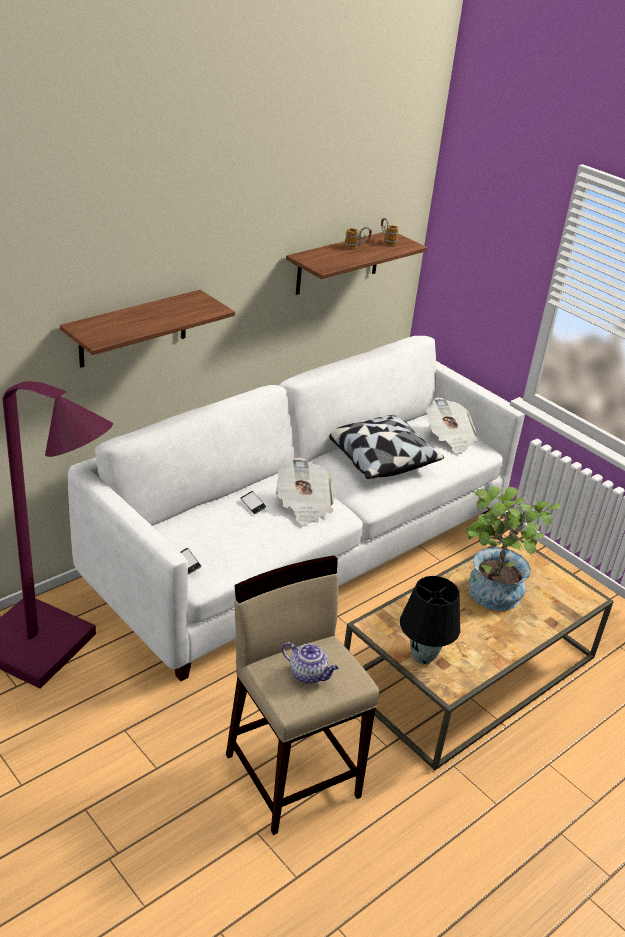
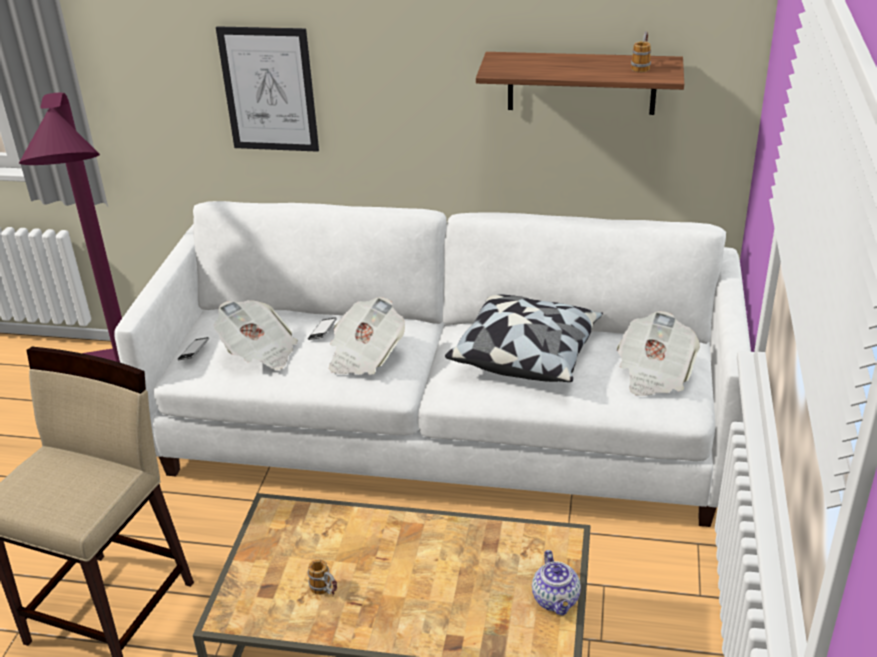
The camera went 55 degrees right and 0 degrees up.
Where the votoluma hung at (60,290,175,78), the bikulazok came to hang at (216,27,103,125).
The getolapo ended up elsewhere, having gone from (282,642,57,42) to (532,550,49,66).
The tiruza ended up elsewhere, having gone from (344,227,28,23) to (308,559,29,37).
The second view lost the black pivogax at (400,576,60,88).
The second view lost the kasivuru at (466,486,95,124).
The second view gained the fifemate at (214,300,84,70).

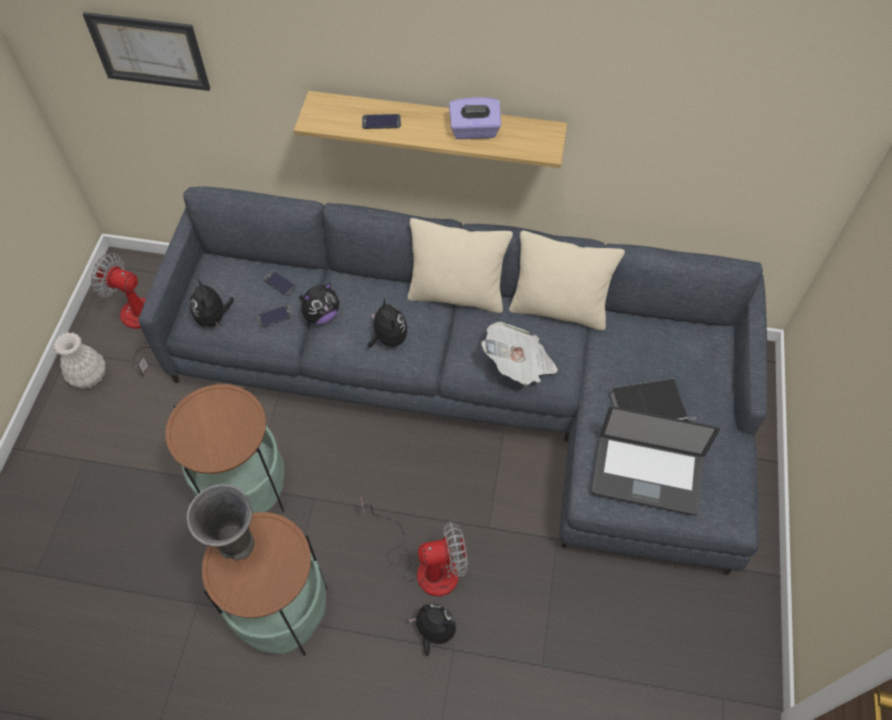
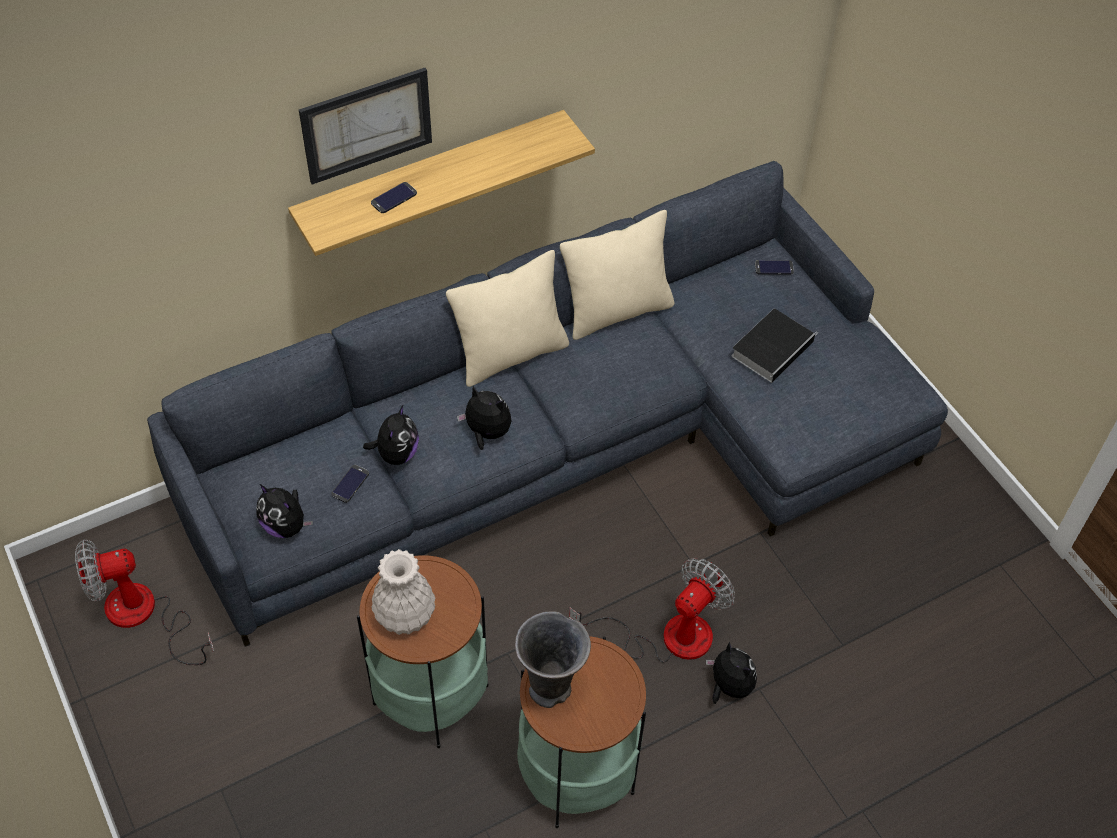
The camera went 40 degrees left and 5 degrees down.
The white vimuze ended up elsewhere, having gone from (54,332,52,57) to (371,549,64,86).
The bikulazok ended up elsewhere, having gone from (82,12,128,79) to (299,68,133,117).
The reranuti ended up elsewhere, having gone from (264,271,32,25) to (755,260,39,15).
The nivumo at (409,603,47,53) ended up facing another way, 60 degrees clockwise from before.
The second view lost the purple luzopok at (449,97,52,42).
The second view lost the fifemate at (481,322,77,63).
The second view lost the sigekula at (591,406,129,110).

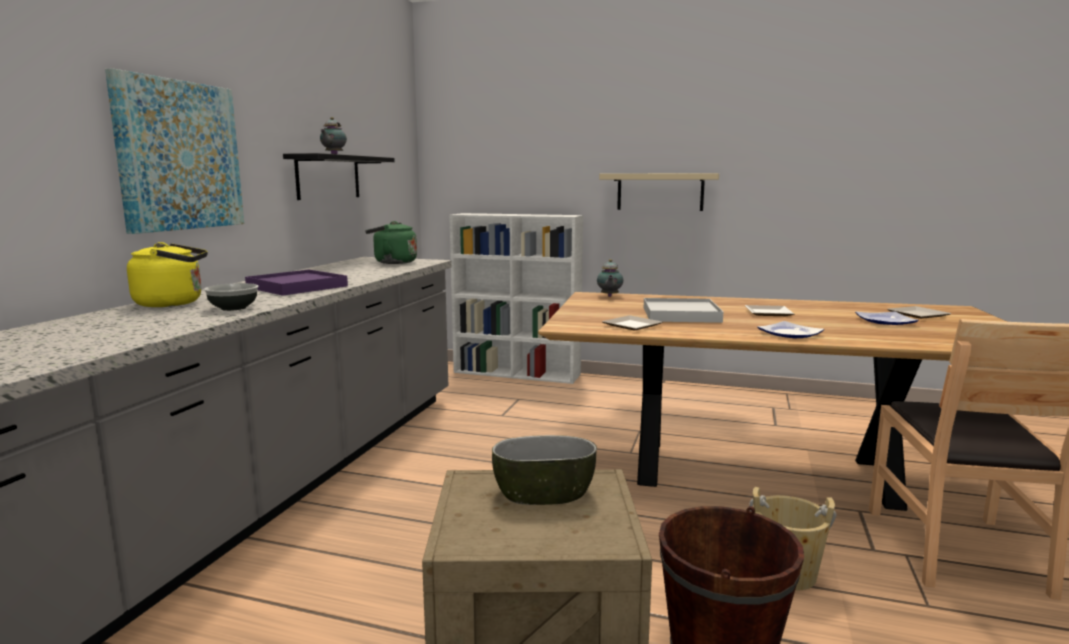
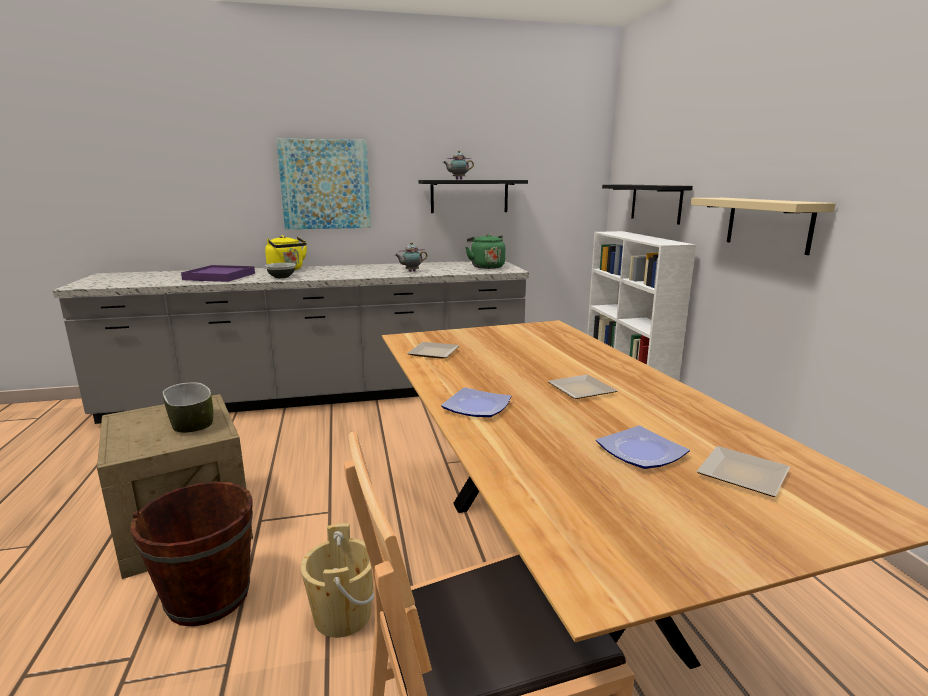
The camera went 60 degrees right and 5 degrees up.
The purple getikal ended up elsewhere, having gone from (245,270,103,26) to (181,265,74,17).
The getolapo ended up elsewhere, having gone from (597,259,26,38) to (395,242,32,30).
The second view lost the white getikal at (644,298,79,25).
The second view gained the black votoluma at (602,185,91,40).

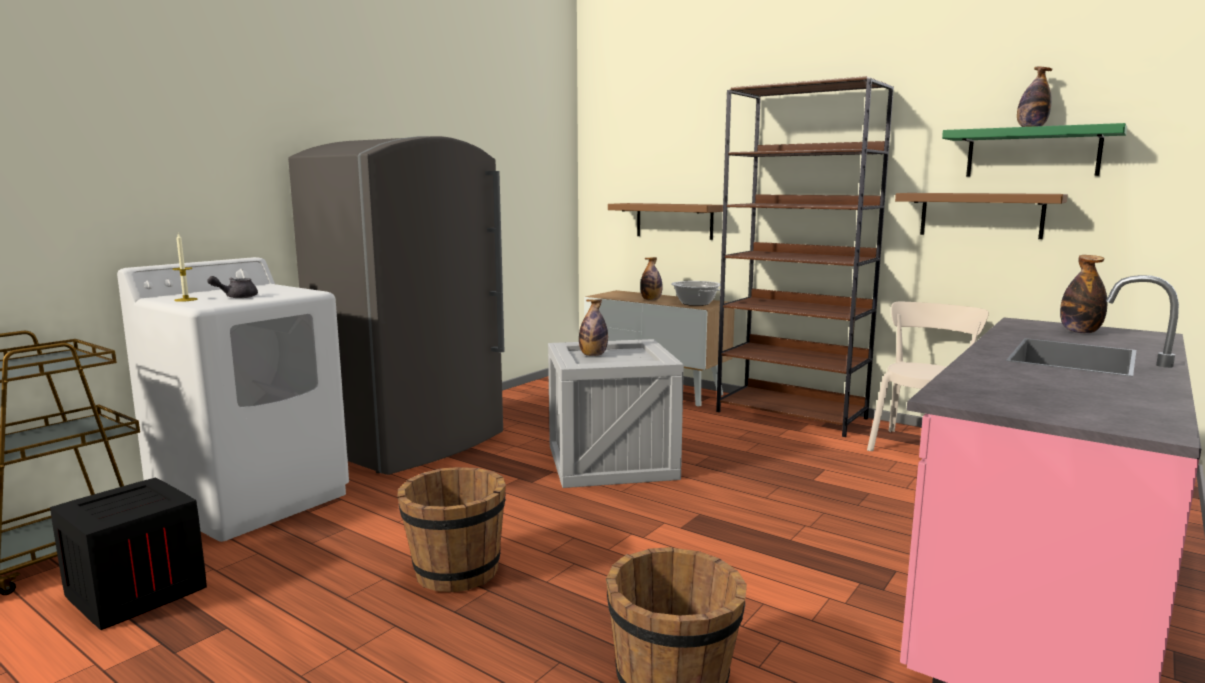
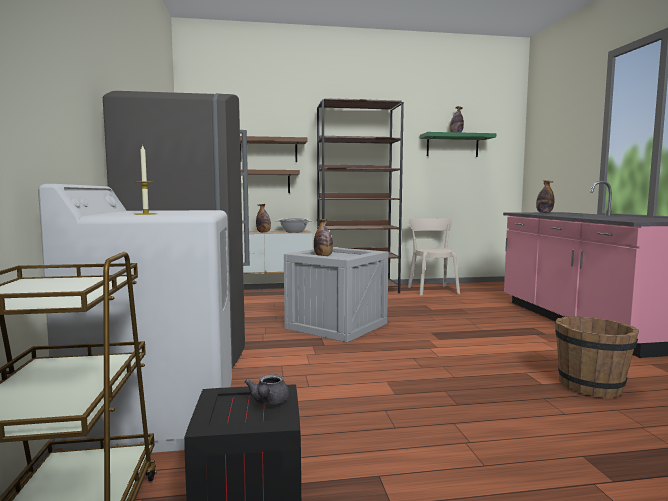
The camera went 45 degrees left and 5 degrees down.
The grey getolapo ended up elsewhere, having gone from (207,276,51,22) to (244,374,46,31).
The second view lost the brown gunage at (397,467,109,125).
The brown votoluma ended up elsewhere, having gone from (895,193,173,46) to (240,136,68,26).

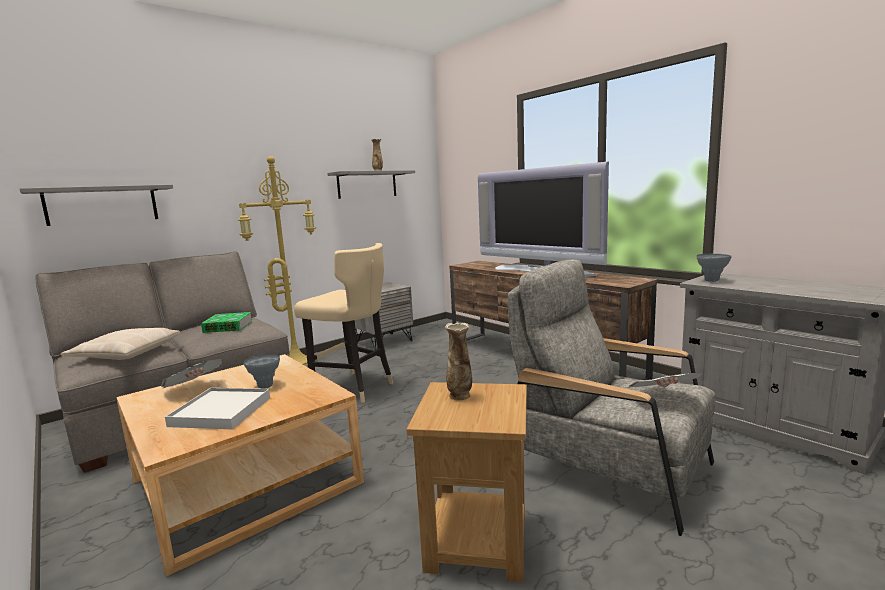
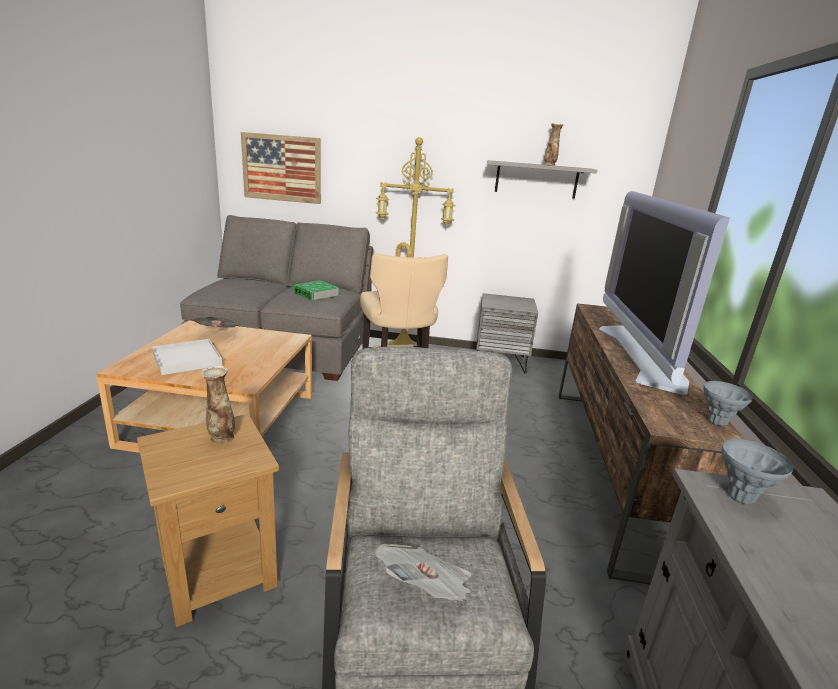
The camera went 45 degrees right and 10 degrees up.
Where the grey votoluma hung at (19,185,154,41), the bikulazok came to hang at (241,132,80,72).
The second view lost the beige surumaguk at (61,328,119,32).
The grey vimuze ended up elsewhere, having gone from (244,354,36,35) to (703,381,50,45).

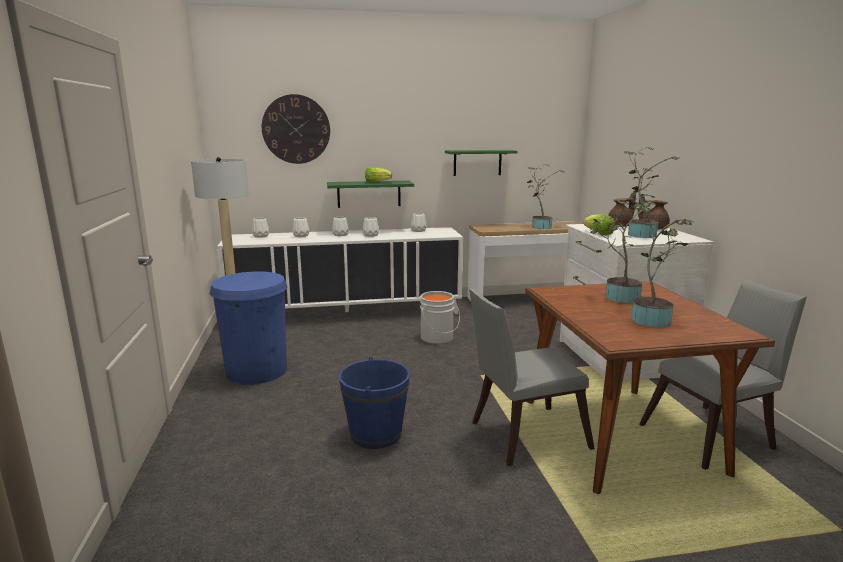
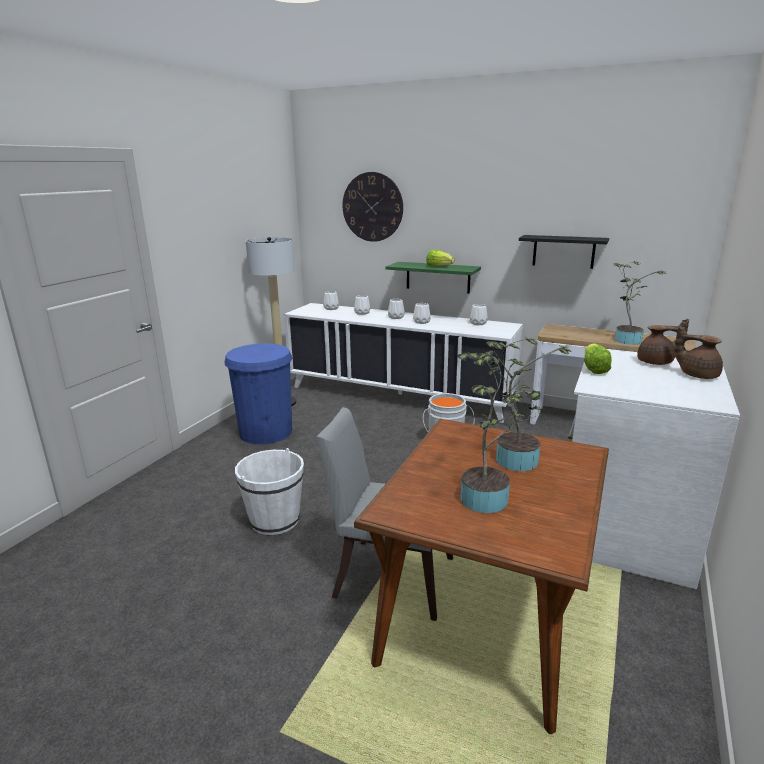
The camera went 35 degrees right and 5 degrees up.
What was the blue gunage at (338,357,72,92) turned into the white gunage at (235,448,69,87).
What was the green votoluma at (445,150,73,26) turned into the black votoluma at (519,235,90,34).
The second view lost the kasivuru at (624,147,57,91).
The second view lost the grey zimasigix at (639,279,168,191).

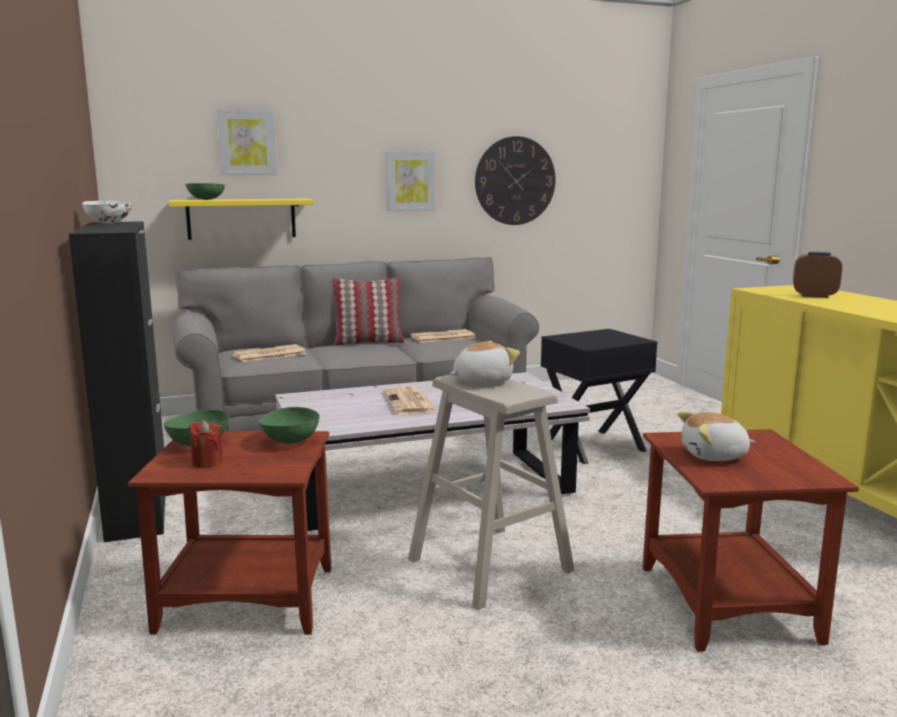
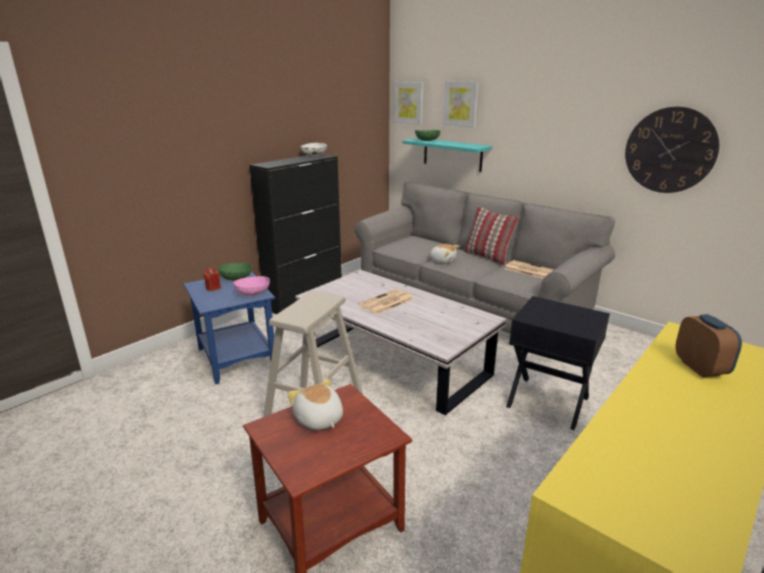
The camera went 60 degrees right and 10 degrees up.
What was the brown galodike at (128,431,203,204) turned into the blue galodike at (184,271,91,114).
What was the yellow votoluma at (169,199,145,41) turned into the turquoise votoluma at (403,138,89,34).
The second view lost the fifemate at (232,344,74,18).
What was the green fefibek at (258,407,62,37) turned into the pink fefibek at (234,276,36,20).
The bikulazok ended up elsewhere, having gone from (386,151,50,60) to (394,82,29,43).
The nivumo ended up elsewhere, having gone from (450,341,70,43) to (429,244,30,20).

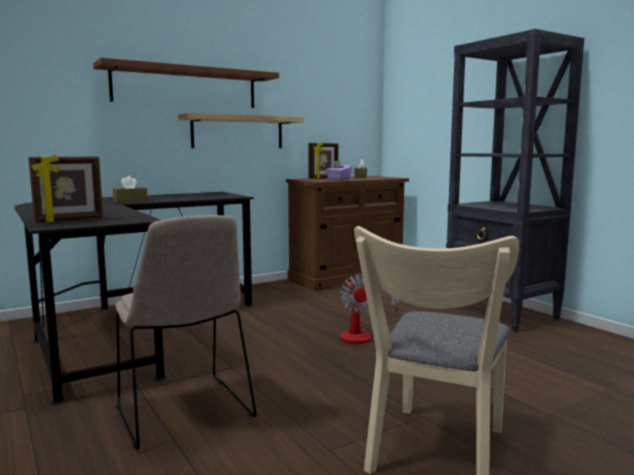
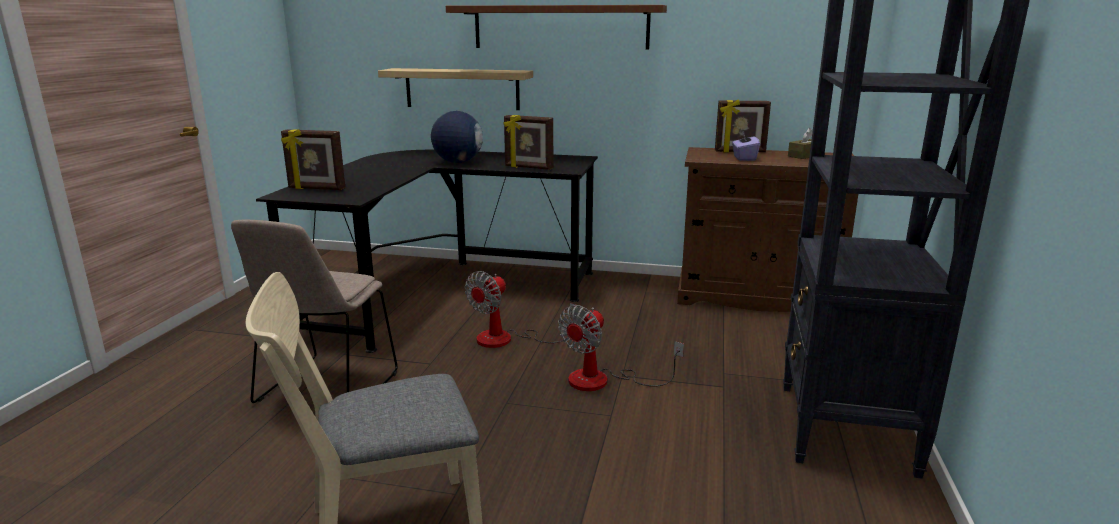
The camera went 45 degrees right and 10 degrees up.
Where the brown luzopok stood at (113,176,35,26), the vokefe came to stand at (431,111,52,52).
The votoluma ended up elsewhere, having gone from (178,113,126,35) to (378,68,155,42).
The second view gained the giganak at (465,271,113,77).
The second view gained the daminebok at (503,115,50,55).

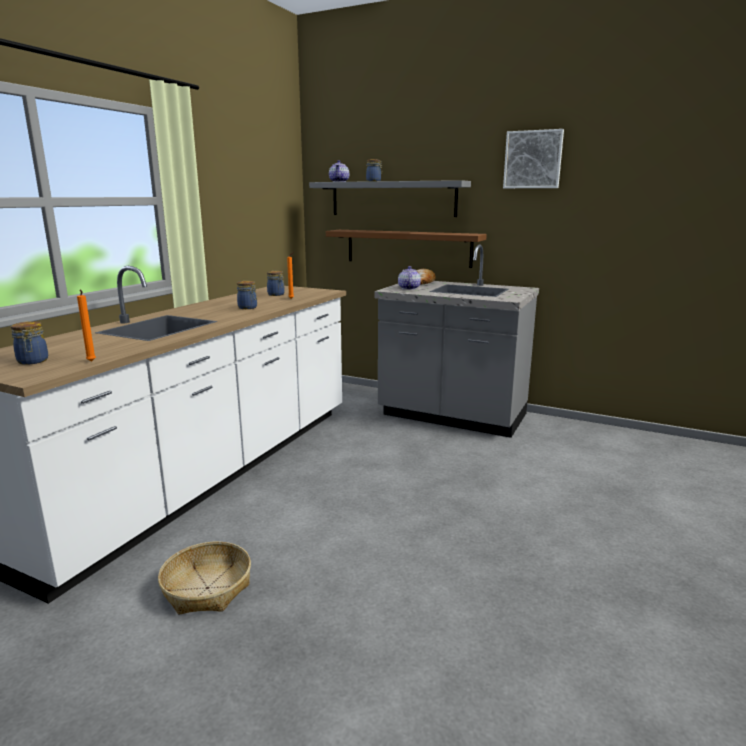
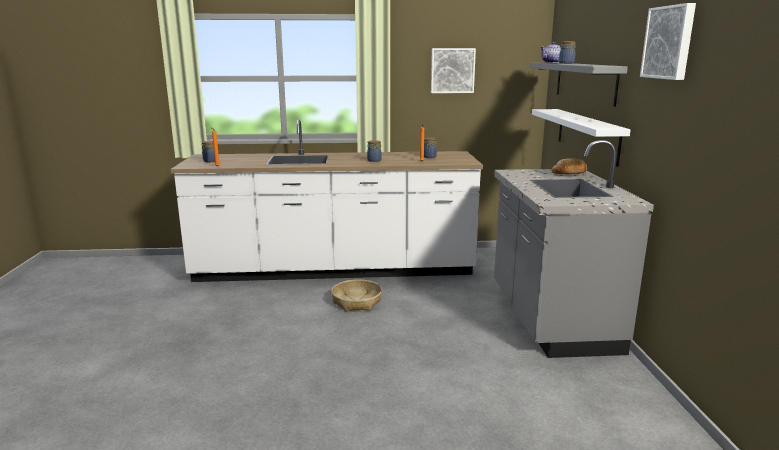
The camera went 60 degrees right and 0 degrees up.
The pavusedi ended up elsewhere, having gone from (158,542,93,73) to (331,279,51,33).
What was the brown votoluma at (326,230,161,38) turned into the white votoluma at (532,109,99,58).
The second view lost the getolapo at (398,266,23,24).
The second view gained the bikulazok at (431,48,45,45).

